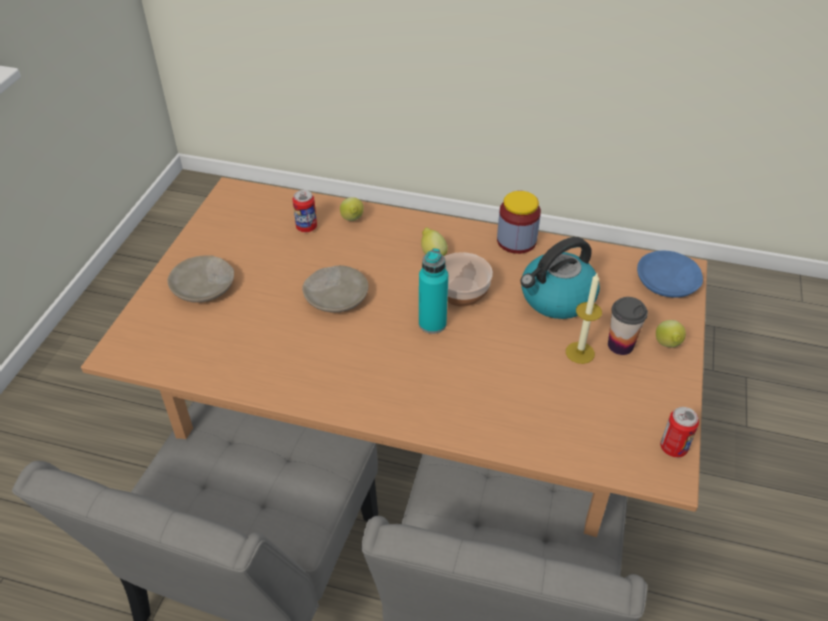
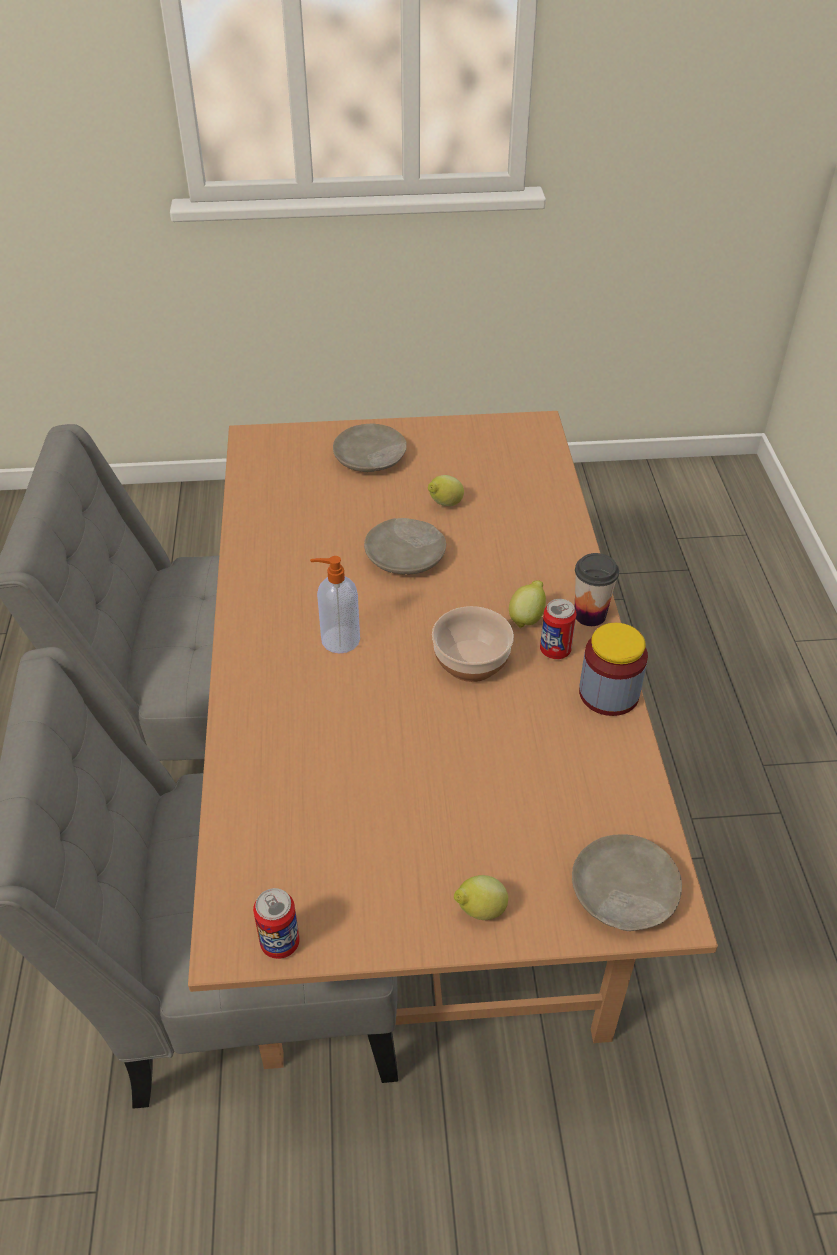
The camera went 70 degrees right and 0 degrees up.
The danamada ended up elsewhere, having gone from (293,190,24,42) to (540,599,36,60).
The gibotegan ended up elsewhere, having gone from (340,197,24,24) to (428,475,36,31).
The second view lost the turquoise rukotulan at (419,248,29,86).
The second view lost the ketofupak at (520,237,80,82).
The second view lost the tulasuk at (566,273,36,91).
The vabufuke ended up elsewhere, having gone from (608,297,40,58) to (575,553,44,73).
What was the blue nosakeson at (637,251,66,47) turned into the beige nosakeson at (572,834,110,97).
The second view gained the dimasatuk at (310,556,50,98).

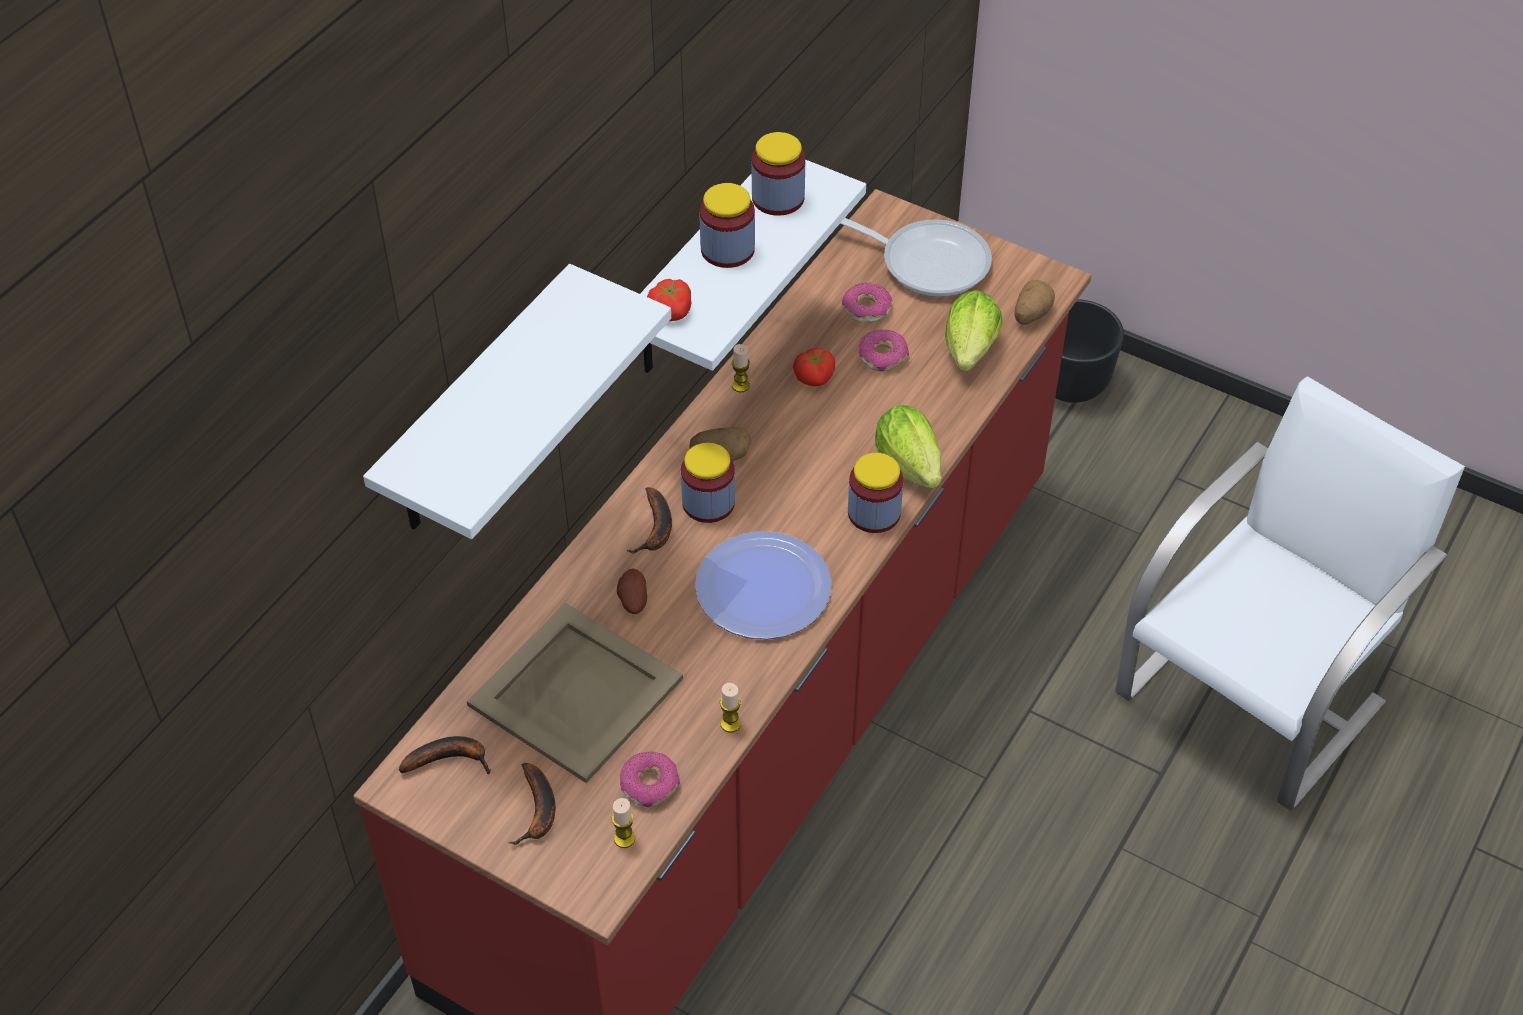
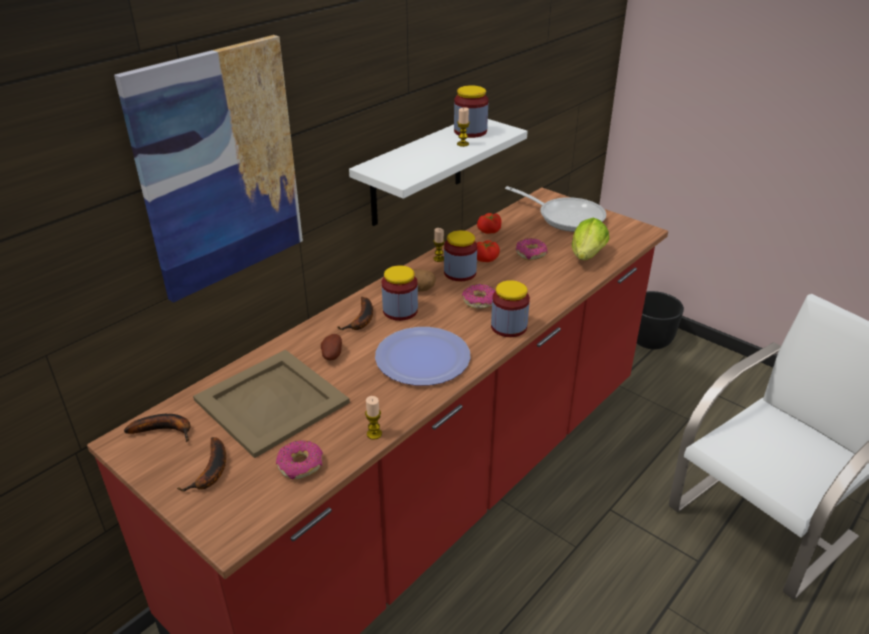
The camera went 10 degrees right and 15 degrees down.
Where the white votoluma hung at (363,264,308,275), the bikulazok came to hang at (114,35,189,268).
The tulasuk ended up elsewhere, having gone from (612,798,23,50) to (457,107,13,40).
The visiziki ended up elsewhere, having gone from (647,279,44,42) to (477,213,25,21).
The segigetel ended up elsewhere, having gone from (699,183,56,85) to (444,230,33,51).
The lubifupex ended up elsewhere, having gone from (842,283,50,40) to (462,284,33,25).
The second view lost the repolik at (875,405,66,84).
The second view lost the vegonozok at (1014,280,41,45).

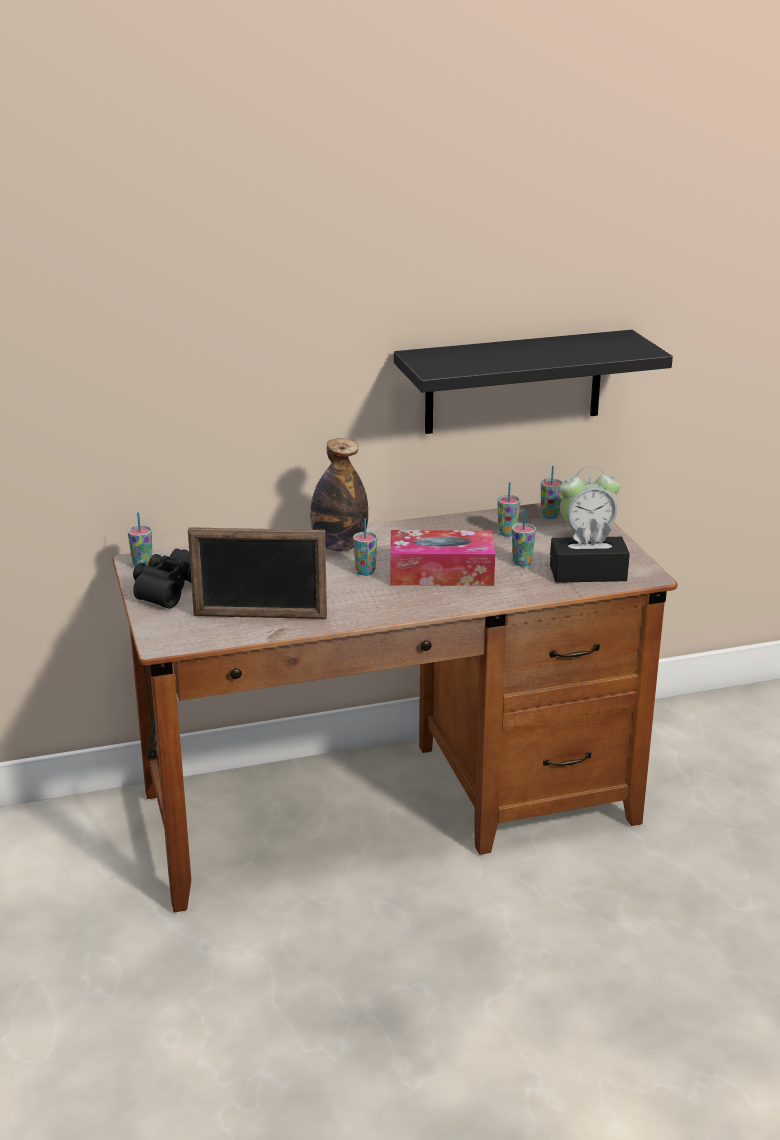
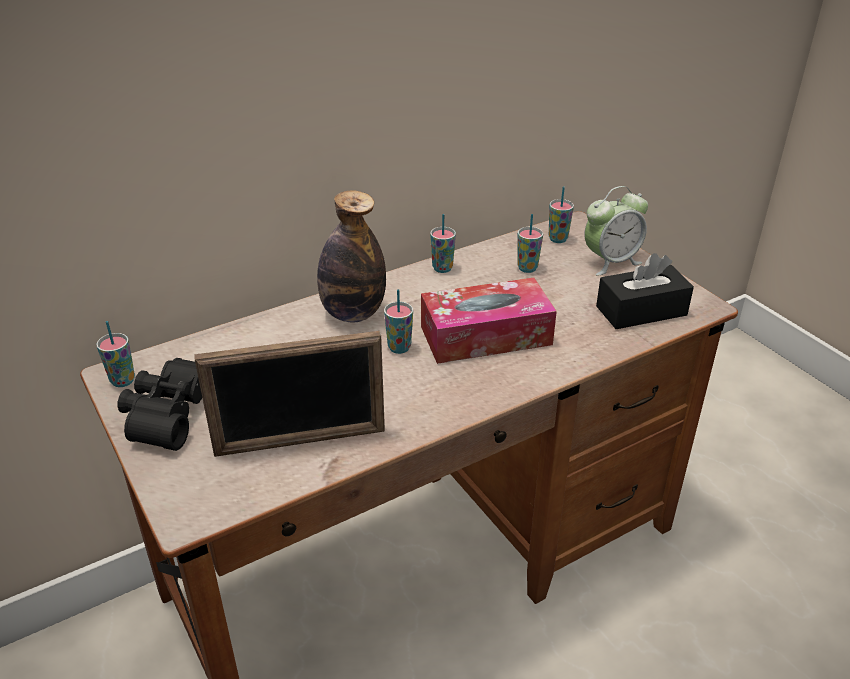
The camera went 15 degrees left and 10 degrees up.
The second view lost the black votoluma at (394,330,279,104).
The vabufuke ended up elsewhere, having gone from (512,510,24,57) to (430,214,26,59).

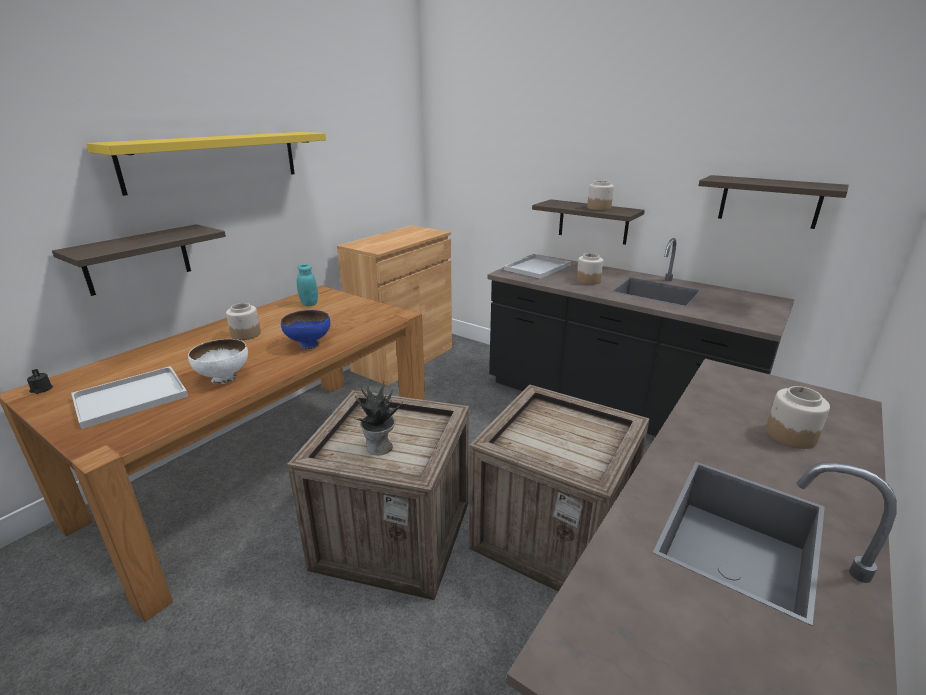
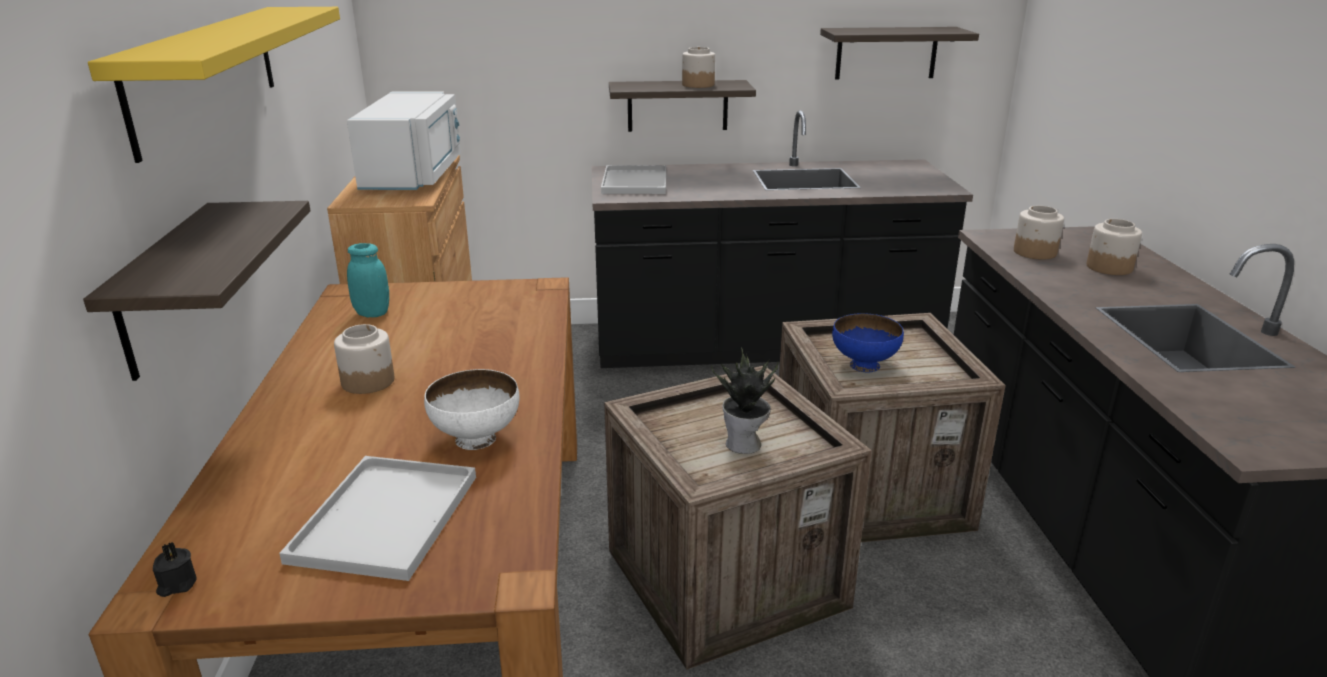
The camera went 40 degrees left and 0 degrees up.
The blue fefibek ended up elsewhere, having gone from (281,310,49,39) to (832,313,72,59).
The segigetel ended up elsewhere, having gone from (576,253,27,32) to (1014,206,50,54).
The second view gained the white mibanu at (347,91,114,99).

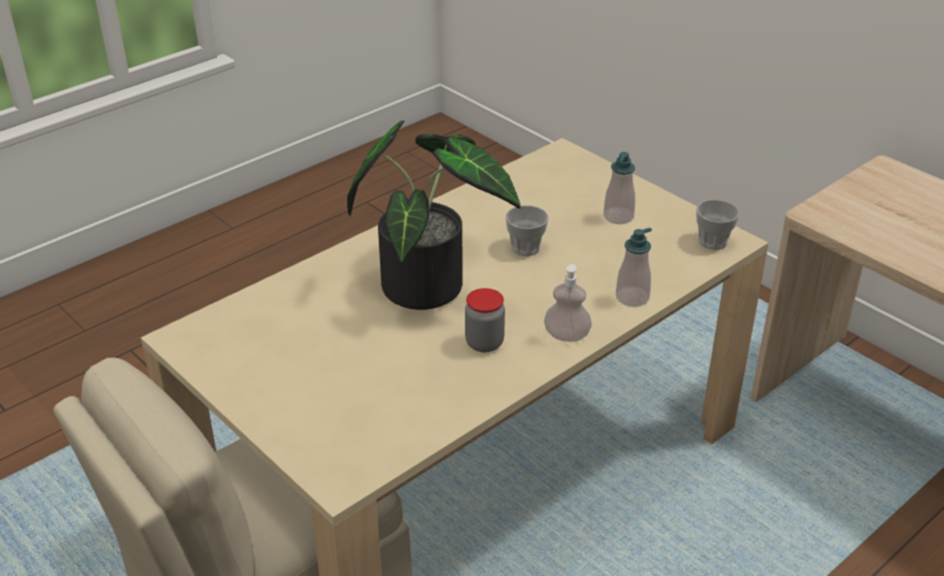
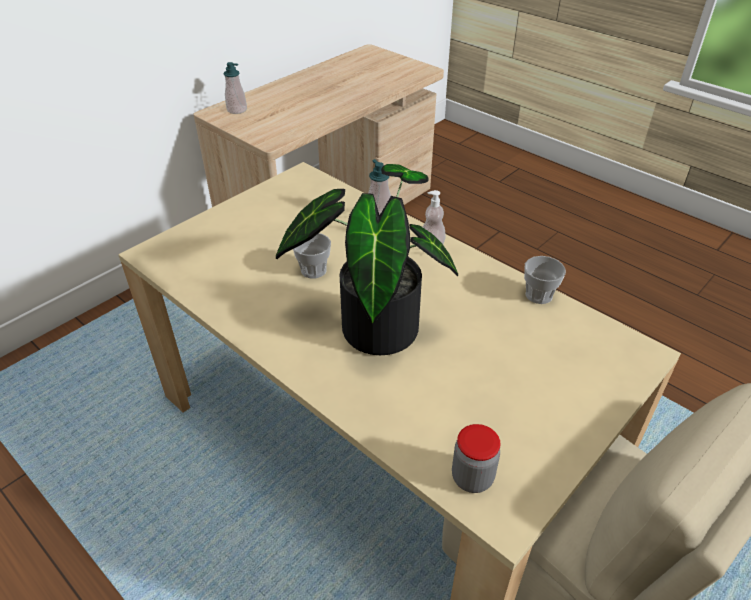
The camera went 95 degrees left and 5 degrees up.
The segigetel ended up elsewhere, having gone from (465,288,40,64) to (452,424,49,69).
The dimasatuk ended up elsewhere, having gone from (603,152,32,72) to (223,62,24,52).
The vabufuke ended up elsewhere, having gone from (696,199,44,51) to (524,256,42,48).

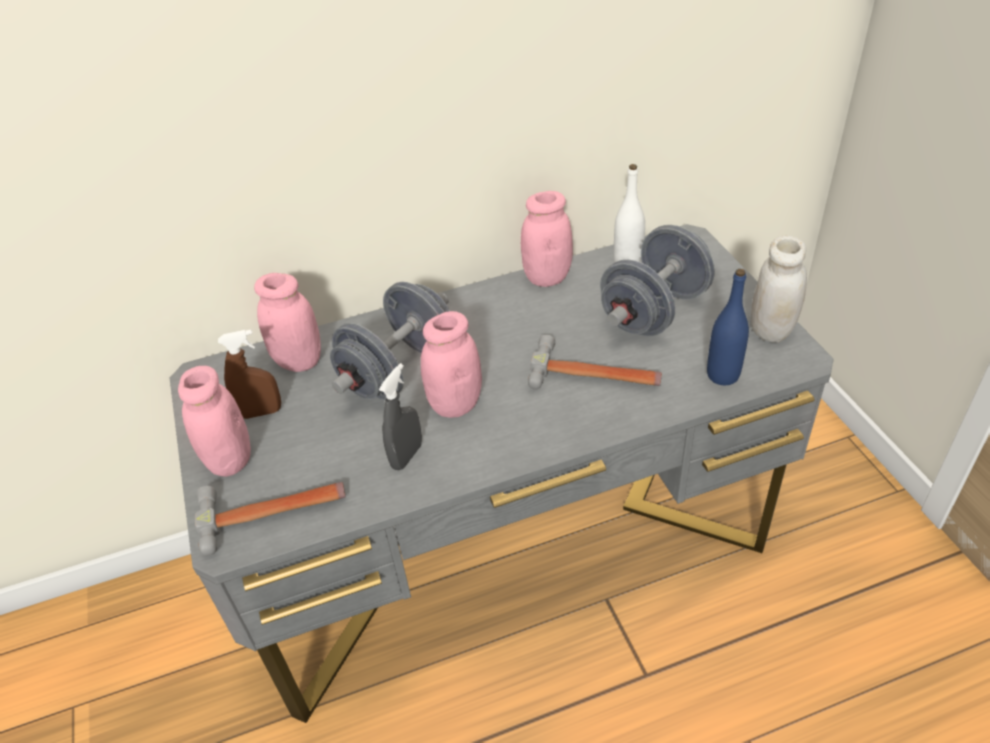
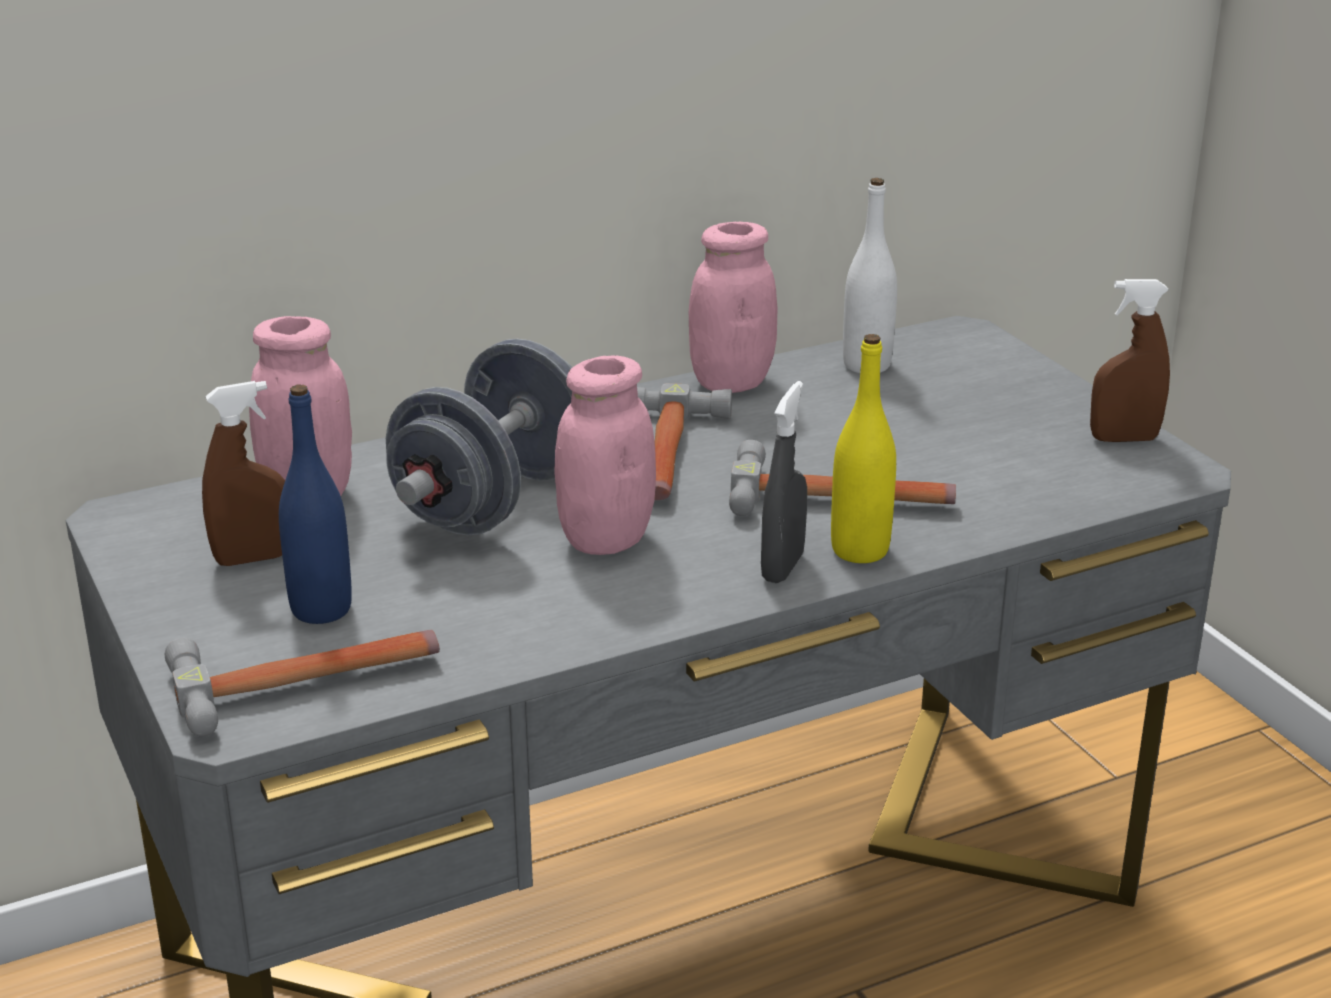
The camera went 10 degrees left and 15 degrees down.
The second view lost the pink segigetel at (178,366,73,111).
The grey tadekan ended up elsewhere, having gone from (379,363,43,107) to (761,381,46,202).
The second view lost the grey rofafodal at (600,225,115,111).
The blue rukotulan ended up elsewhere, having gone from (707,269,42,116) to (279,384,73,240).
Where the white segigetel stood at (751,236,56,107), the brown tadekan came to stand at (1090,279,80,163).
The second view gained the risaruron at (637,383,95,117).
The second view gained the yellow rukotulan at (831,334,65,229).

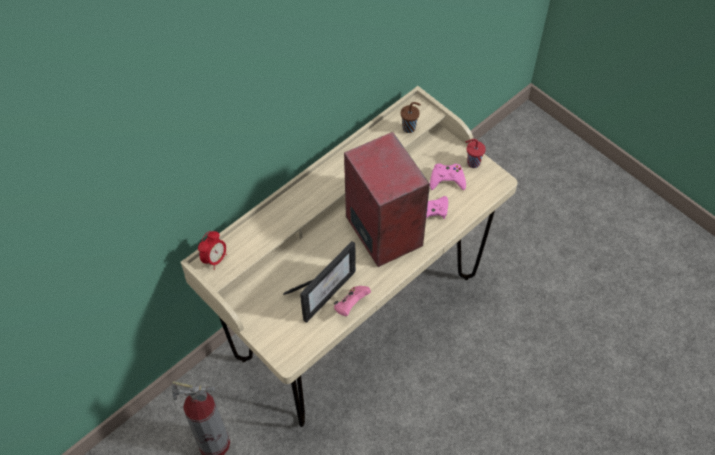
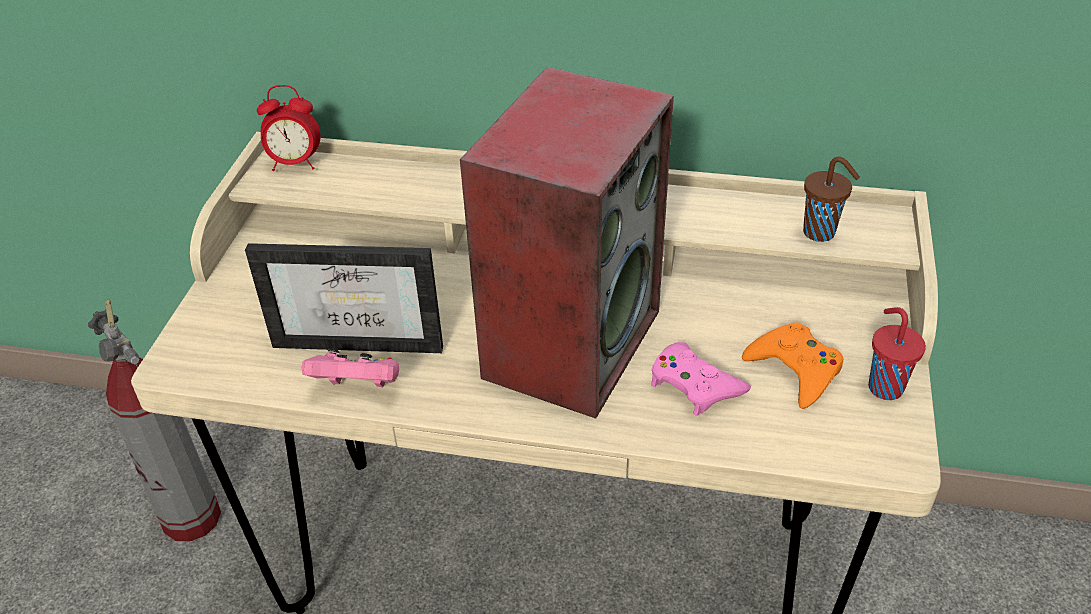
The camera went 55 degrees right and 15 degrees down.
What was the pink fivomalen at (430,163,36,27) turned into the orange fivomalen at (742,322,102,87).

